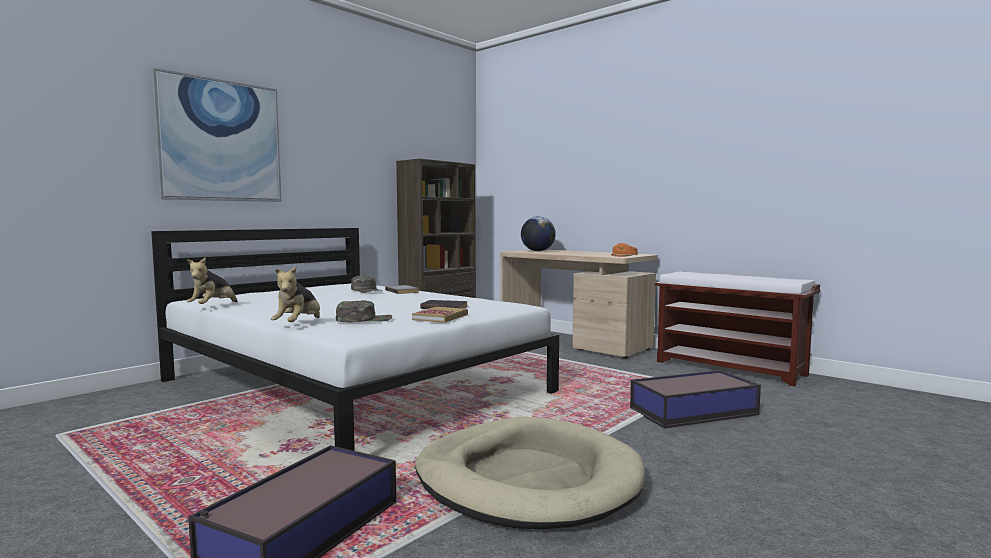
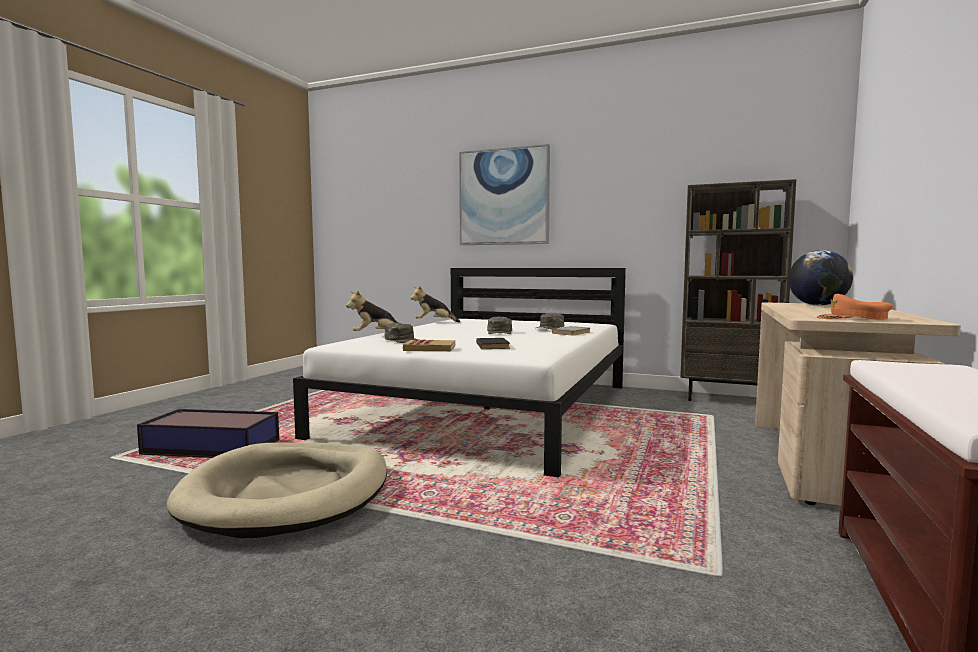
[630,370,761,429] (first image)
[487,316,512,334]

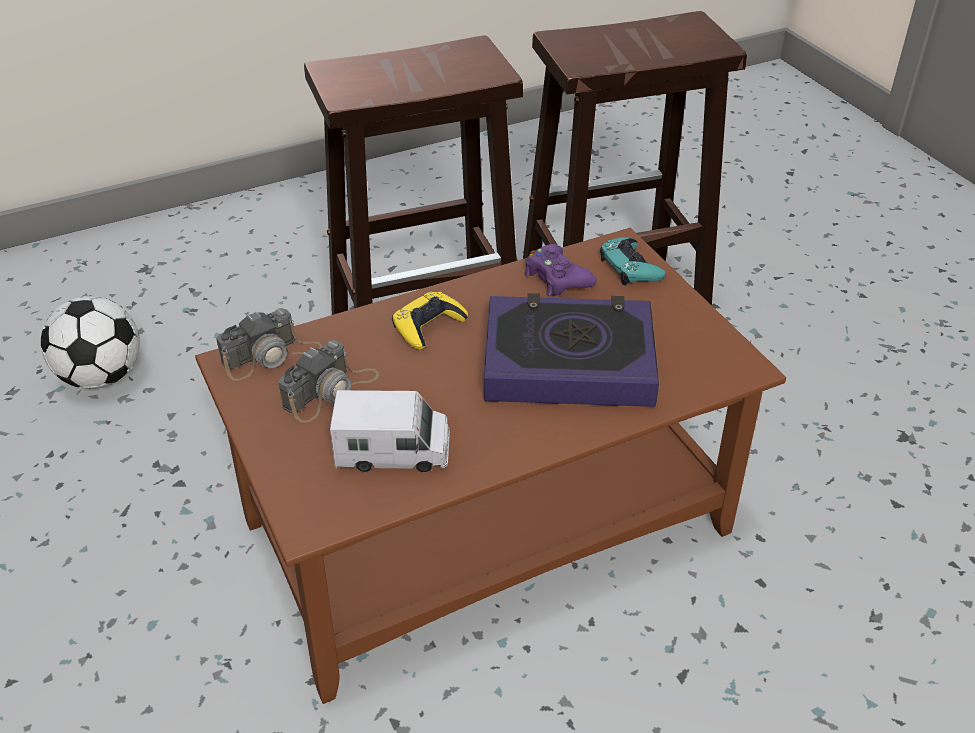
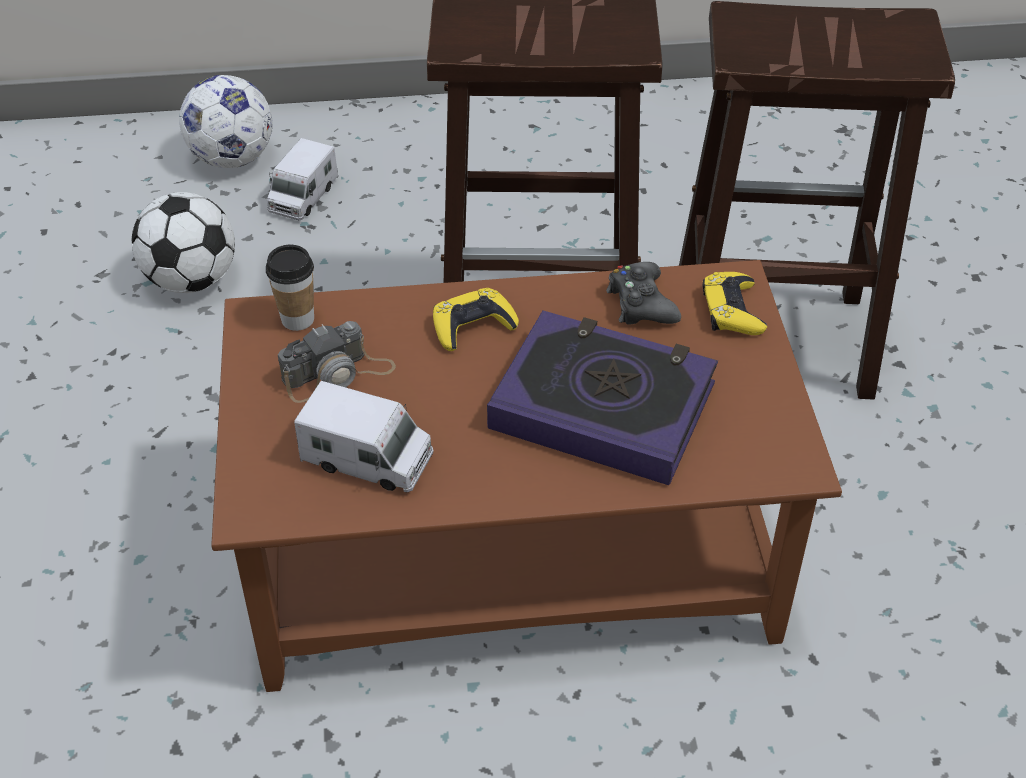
[703,272,767,335]
[606,262,681,325]
[266,245,314,331]
[179,75,273,168]
[267,138,338,220]

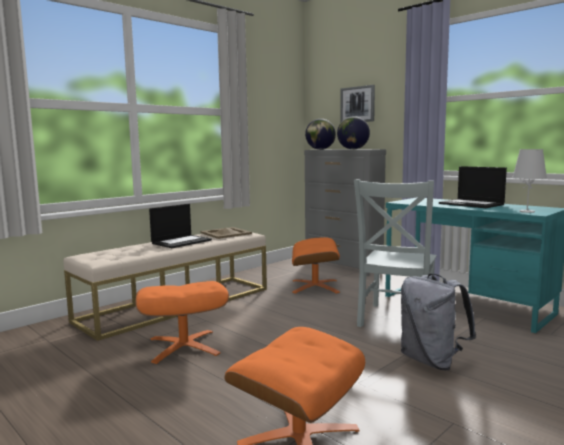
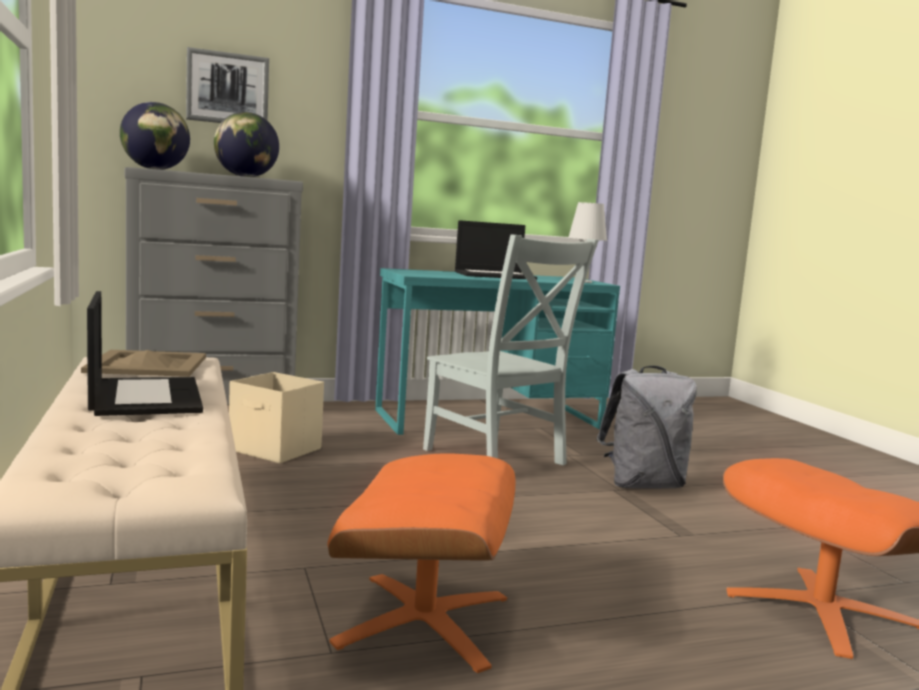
[229,372,324,464]

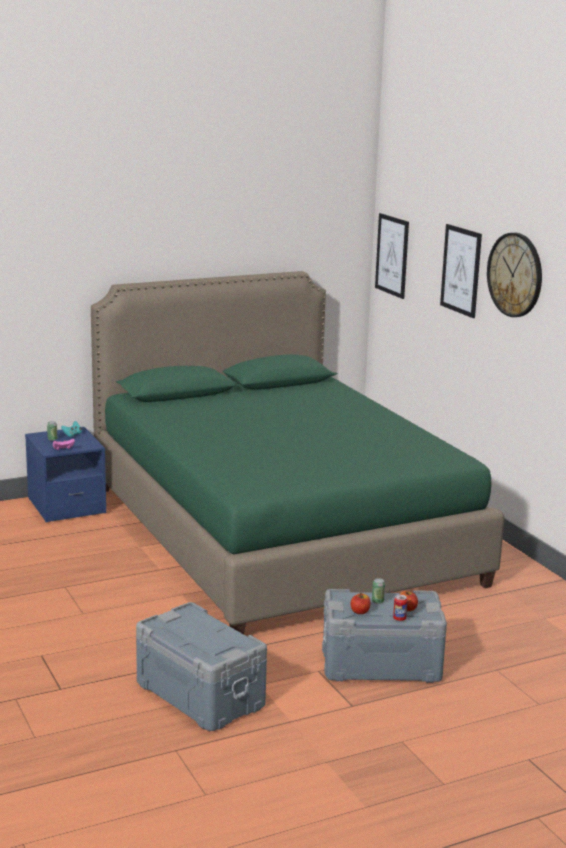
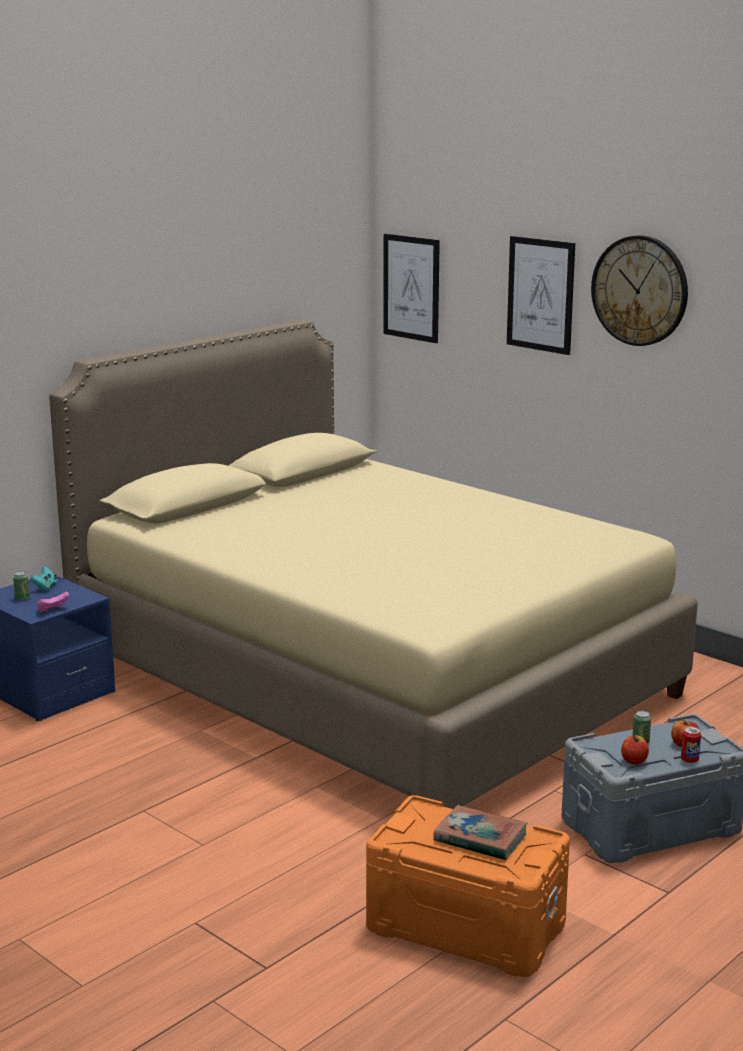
[49,320,698,809]
[366,795,570,977]
[433,805,528,860]

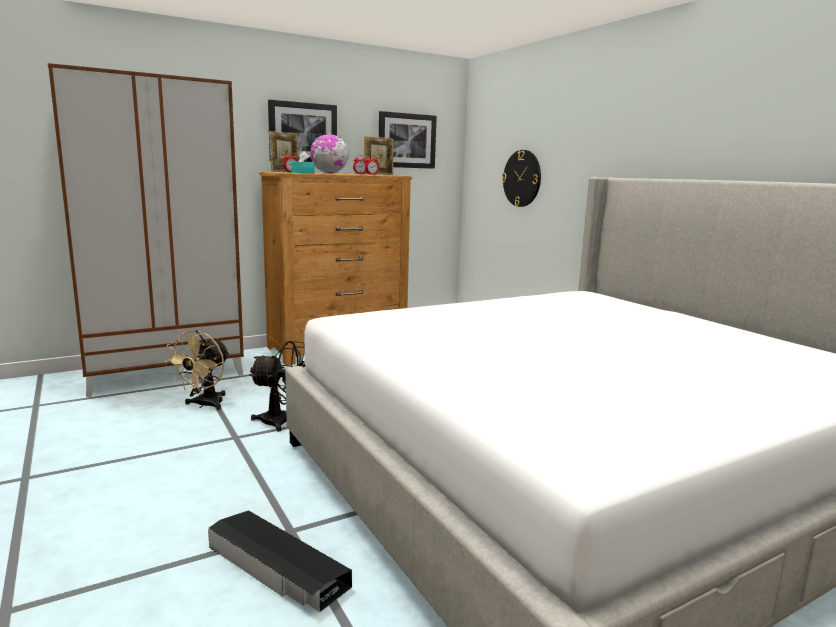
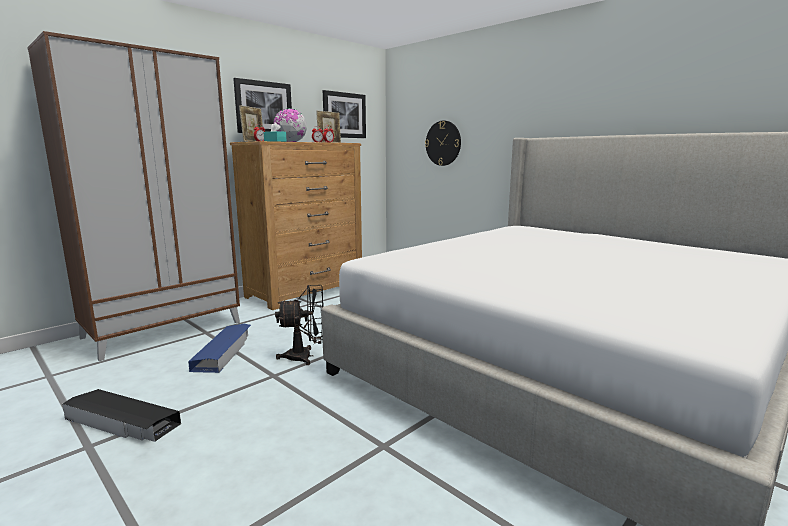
[188,324,251,373]
[62,389,181,442]

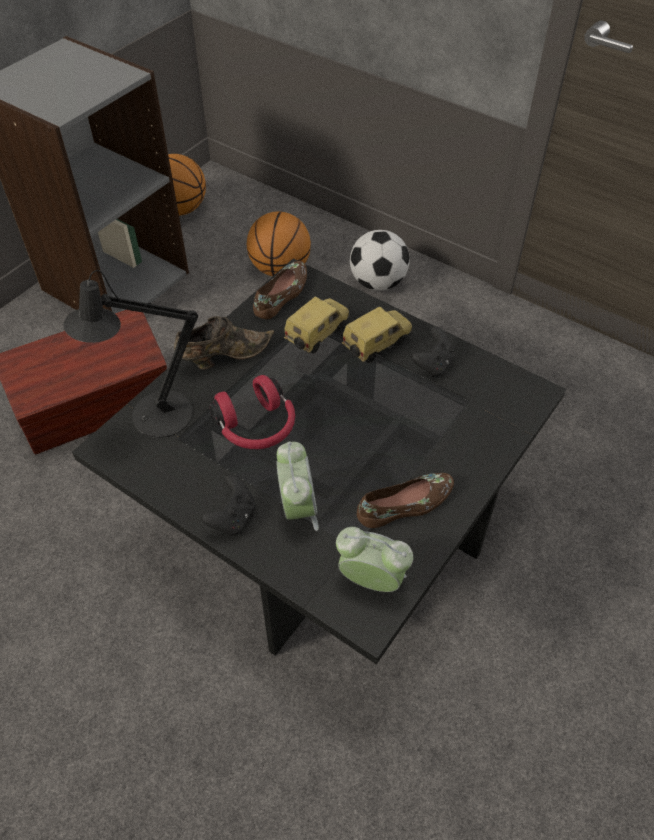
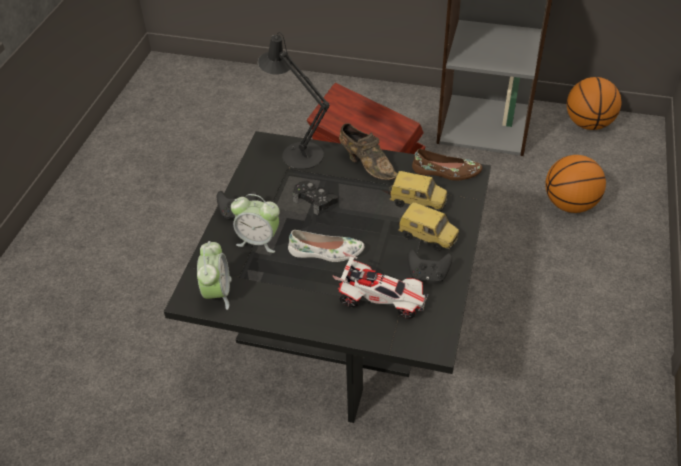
[350,230,410,291] (first image)
[292,181,338,215]
[231,194,280,253]
[357,473,454,528] (first image)
[288,230,365,262]
[333,252,428,319]

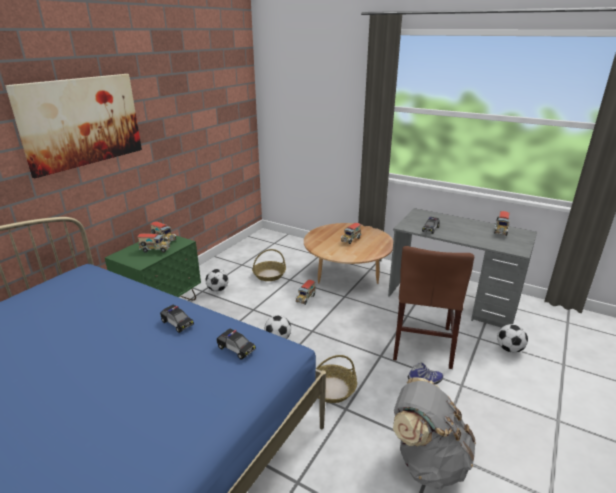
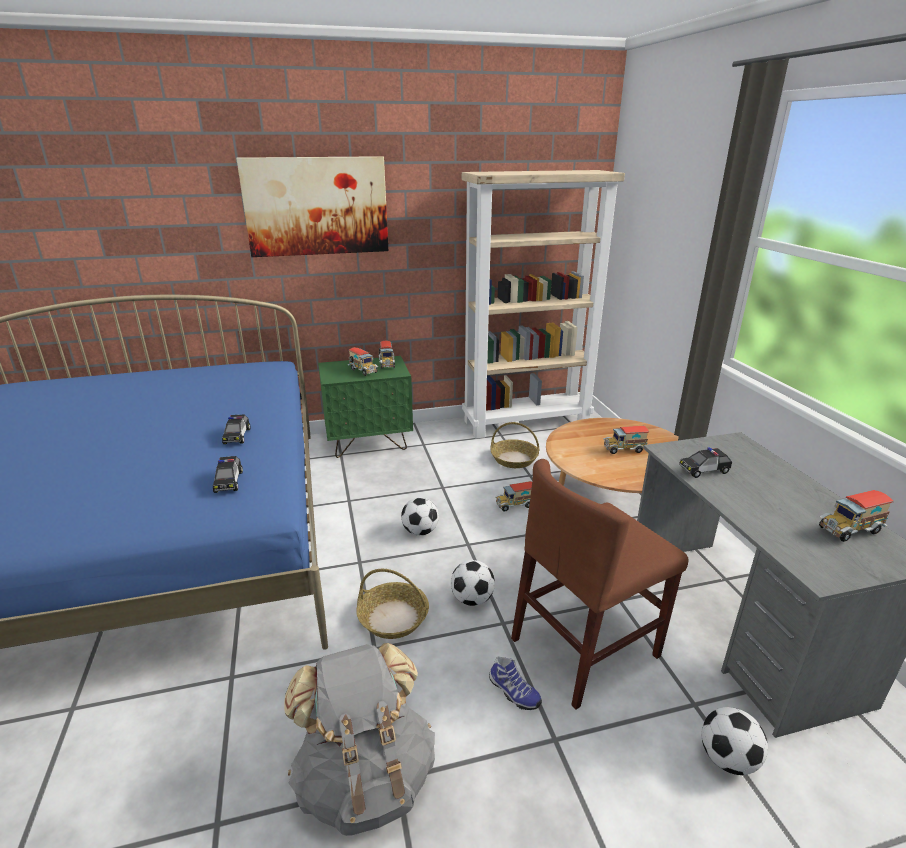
[451,560,495,606]
[462,170,625,439]

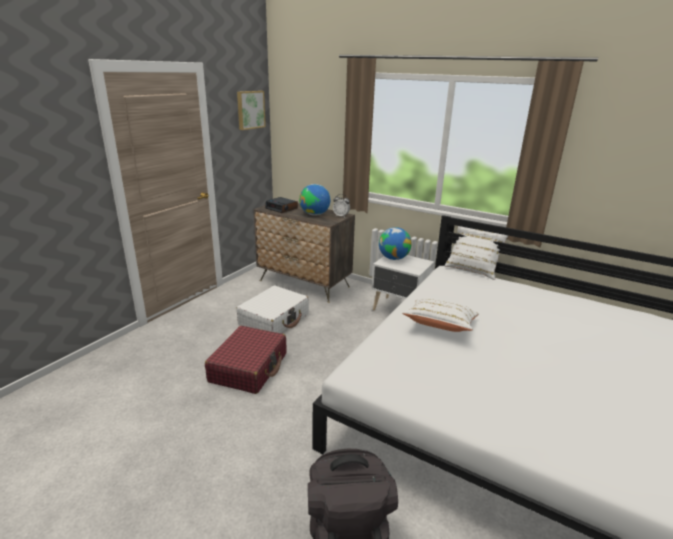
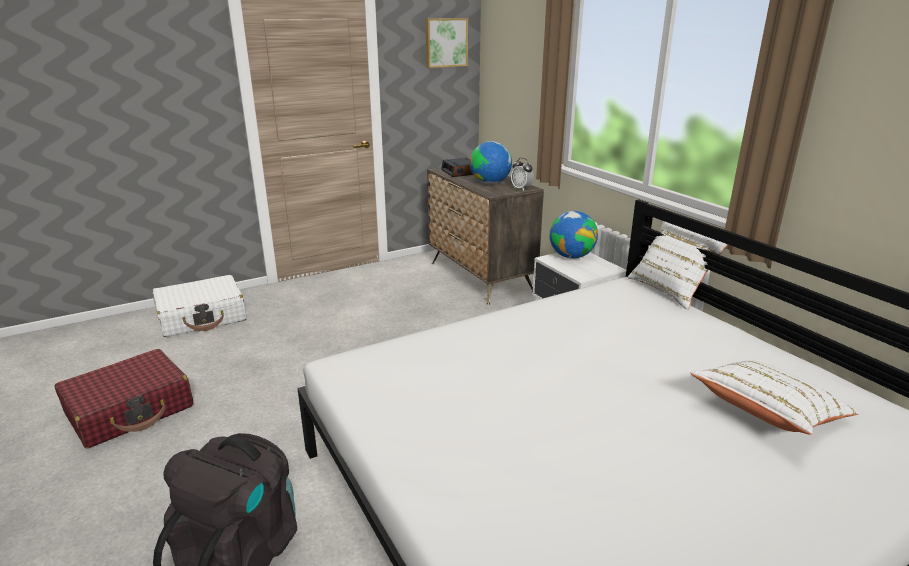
[152,275,247,337]
[690,360,859,435]
[54,349,193,448]

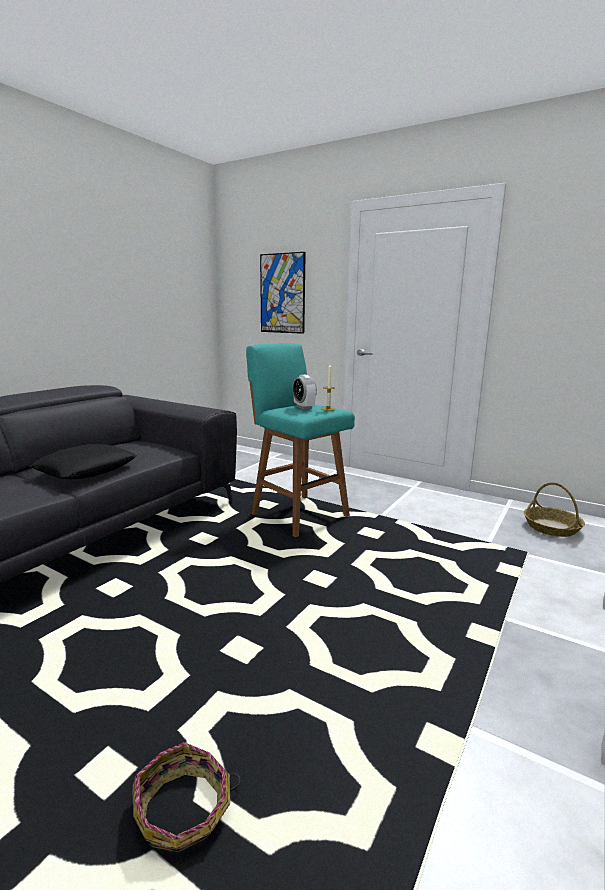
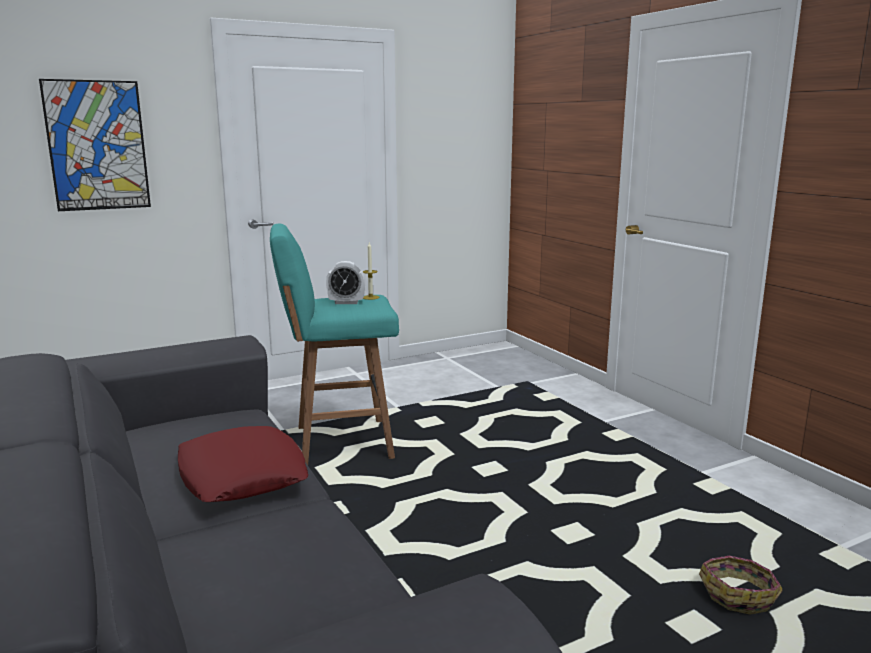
[178,426,309,502]
[524,482,585,537] (first image)

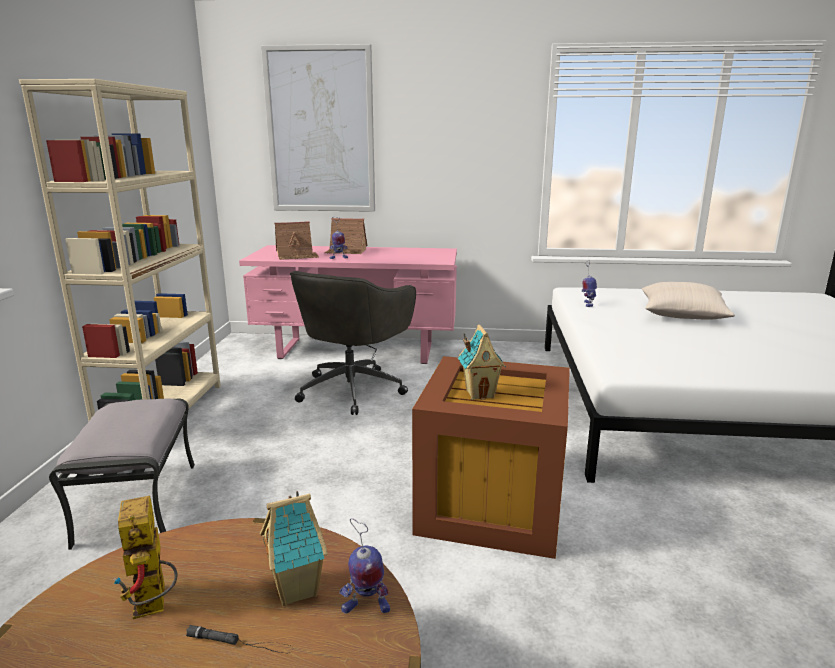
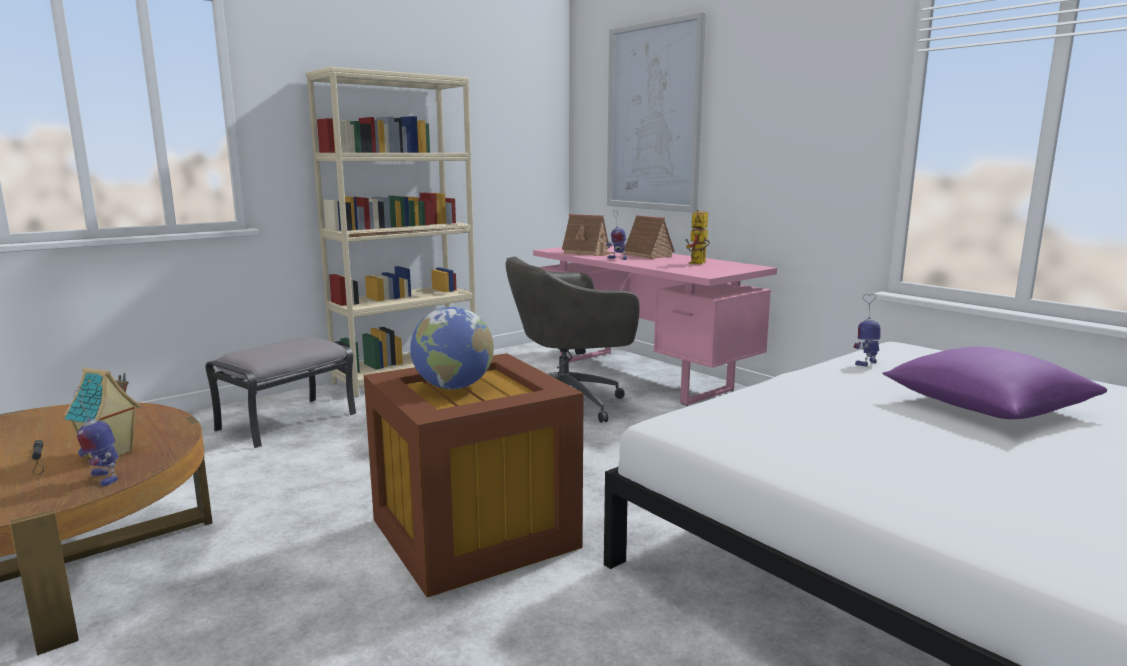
[882,347,1107,419]
[410,307,494,390]
[685,210,710,264]

